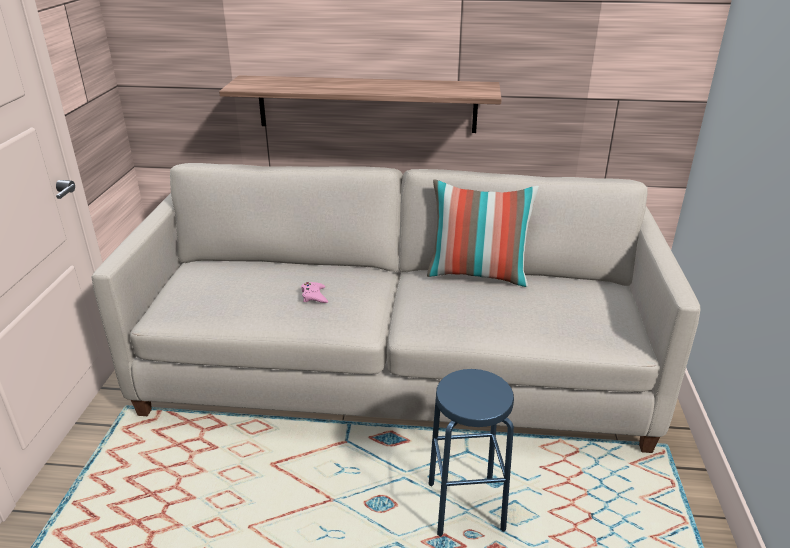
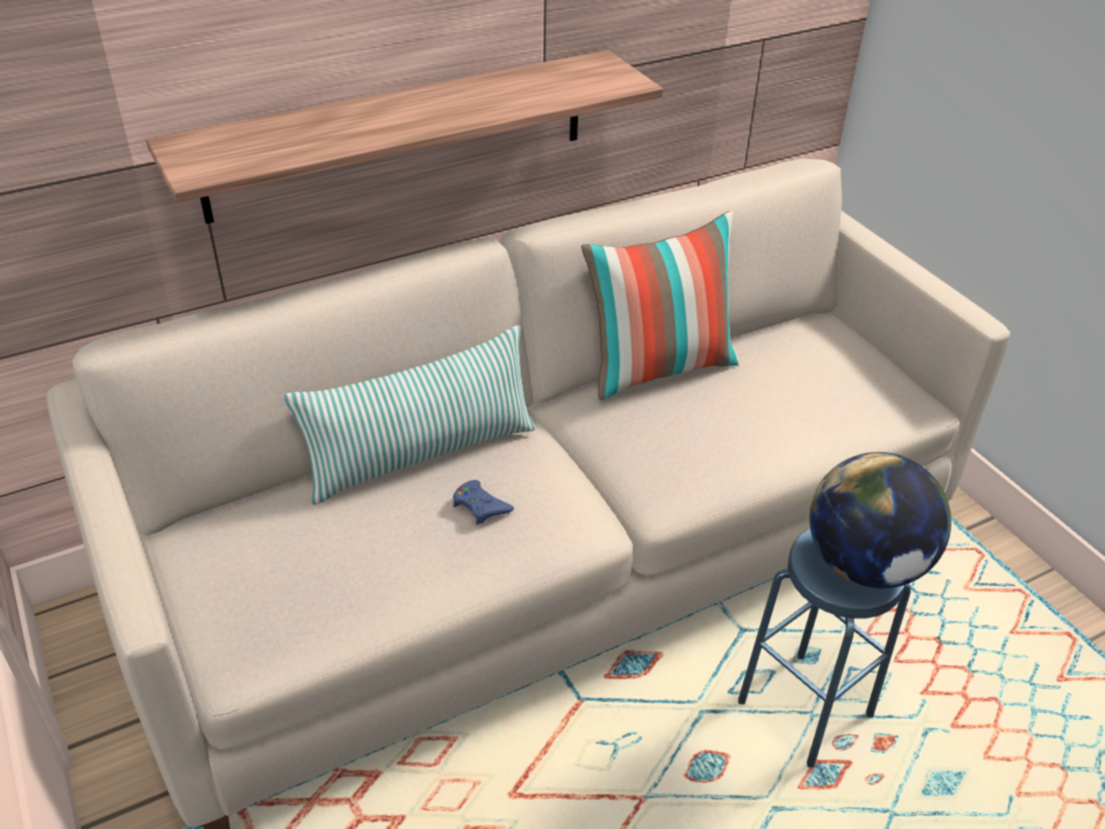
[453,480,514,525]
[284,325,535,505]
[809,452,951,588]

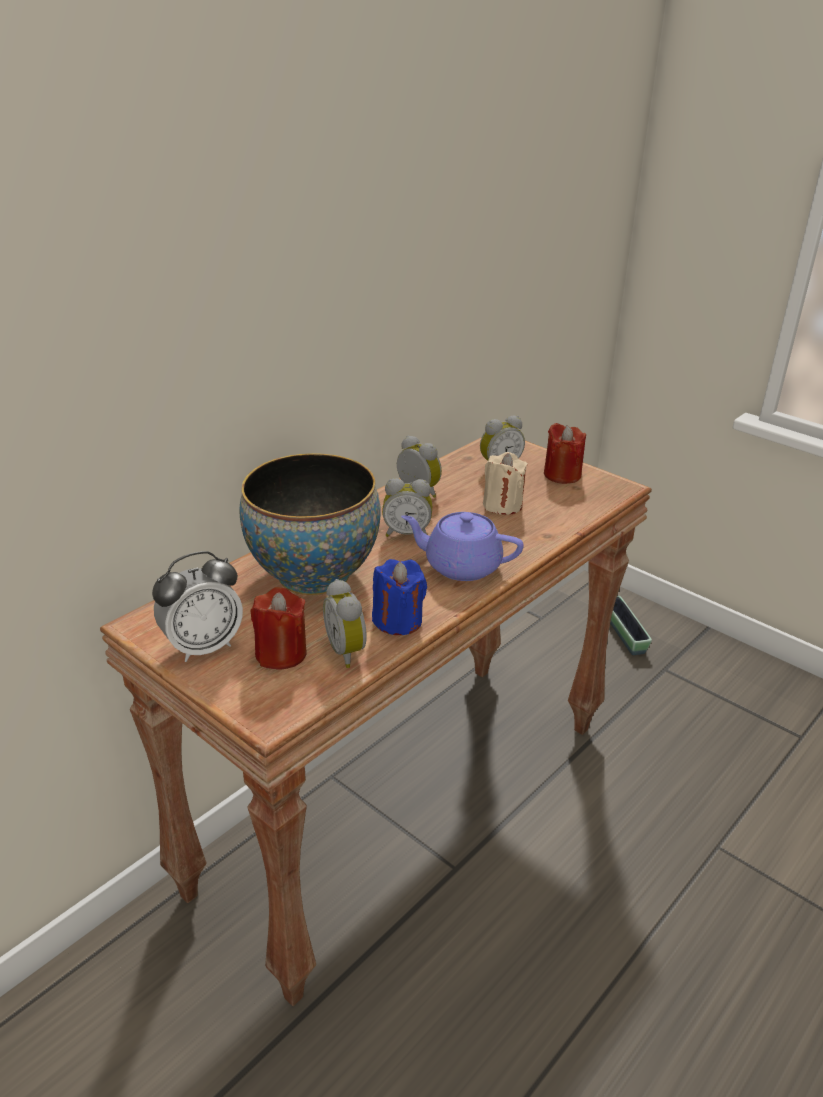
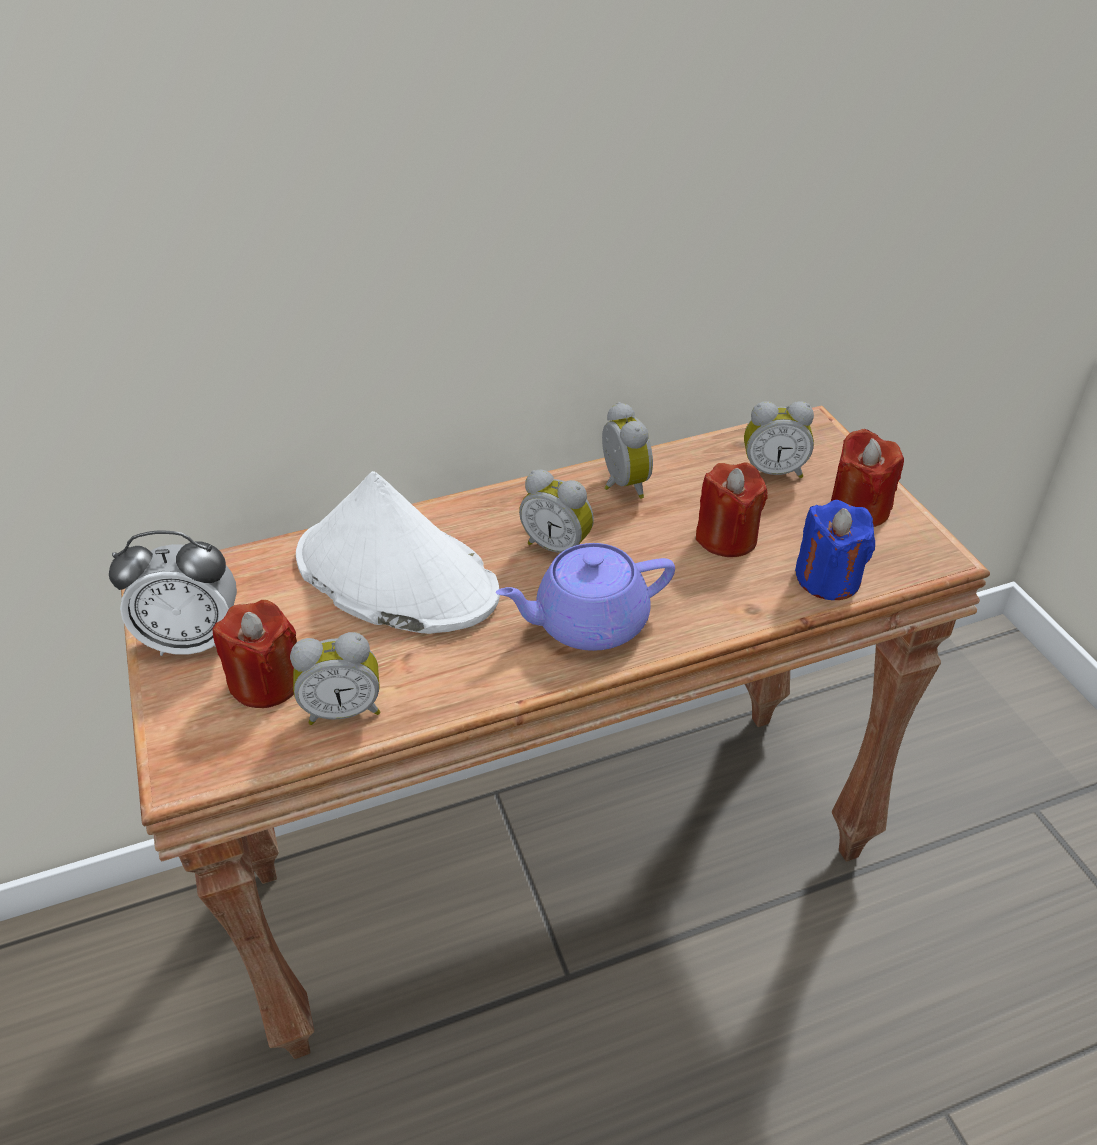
[696,463,768,557]
[296,471,500,634]
[496,543,675,651]
[795,500,875,600]
[290,632,380,725]
[610,596,652,655] (first image)

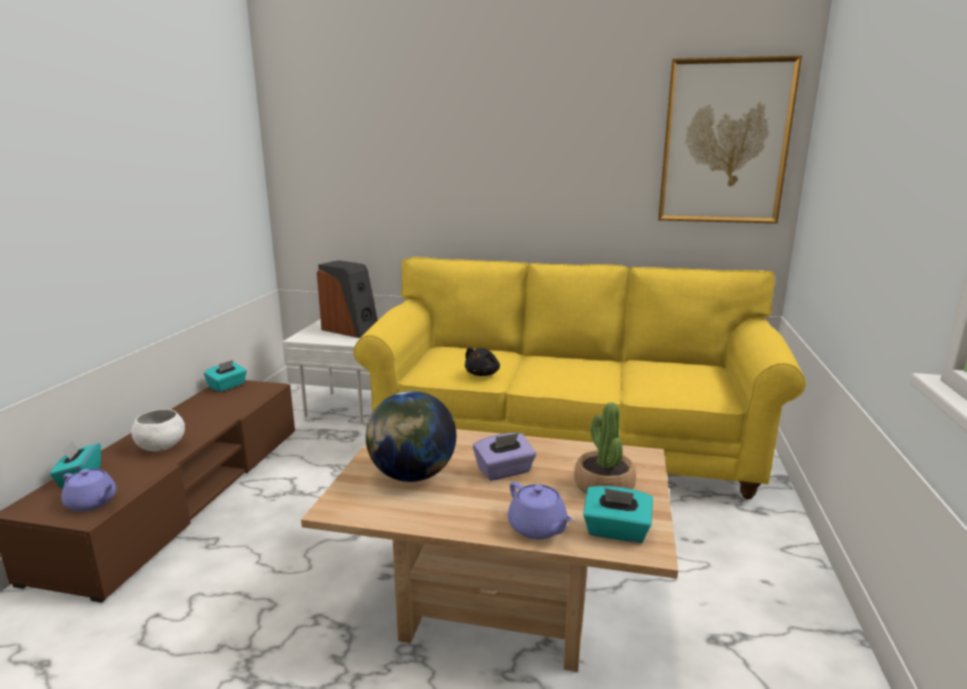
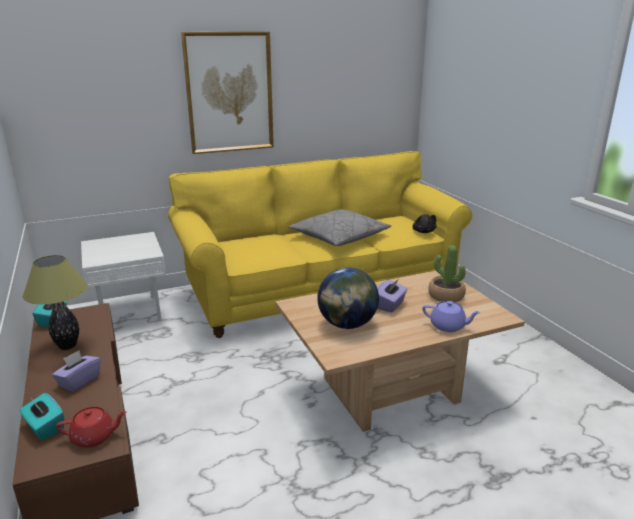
[181,32,274,154]
[317,260,378,338] (first image)
[412,214,436,233]
[52,351,100,392]
[56,407,127,448]
[583,486,653,543] (first image)
[289,209,391,246]
[23,255,88,350]

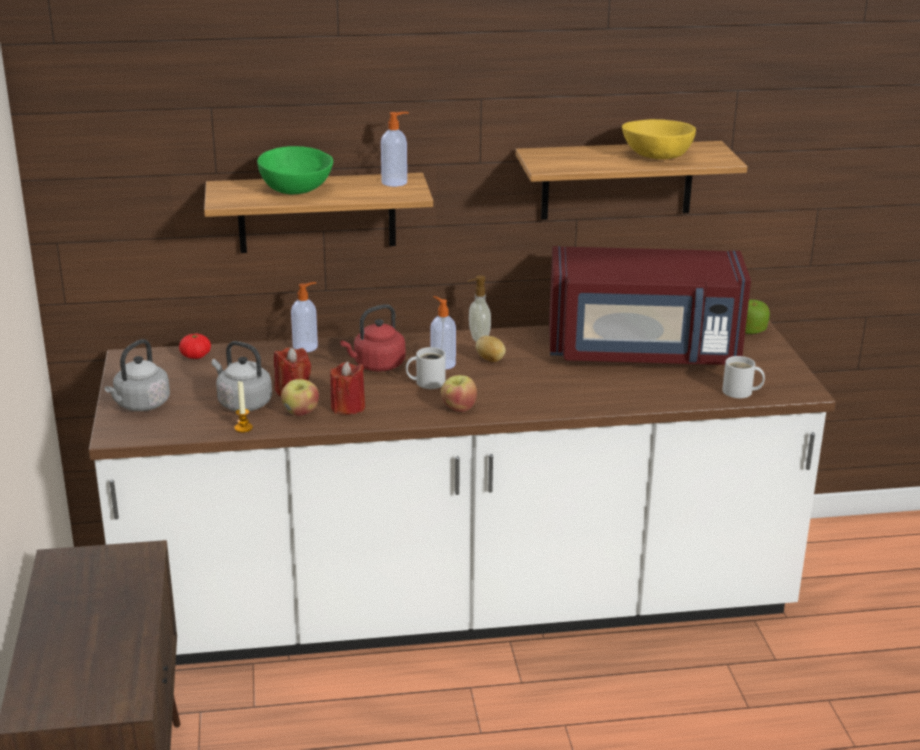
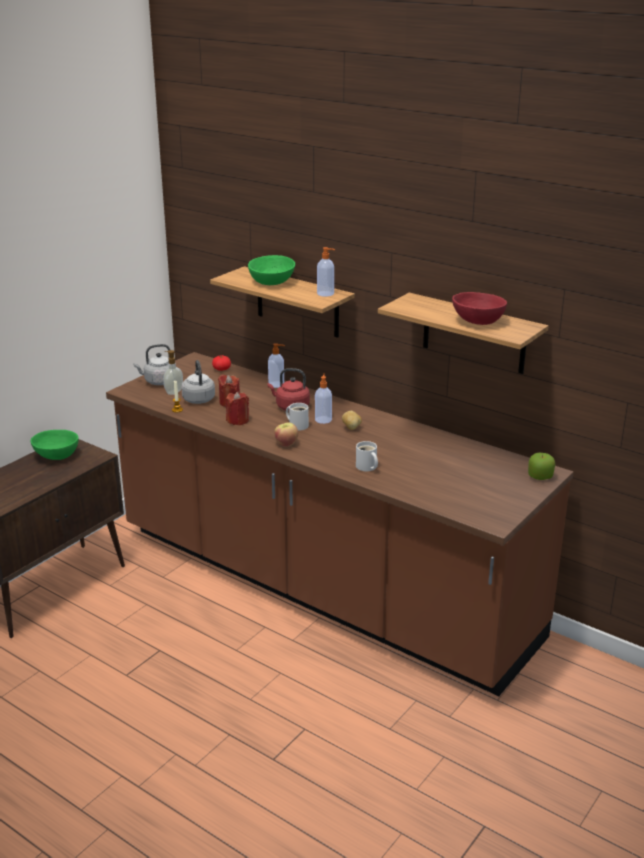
[452,292,507,325]
[549,246,751,365] (first image)
[163,350,183,395]
[106,352,574,696]
[356,441,378,471]
[281,379,319,416] (first image)
[31,430,79,460]

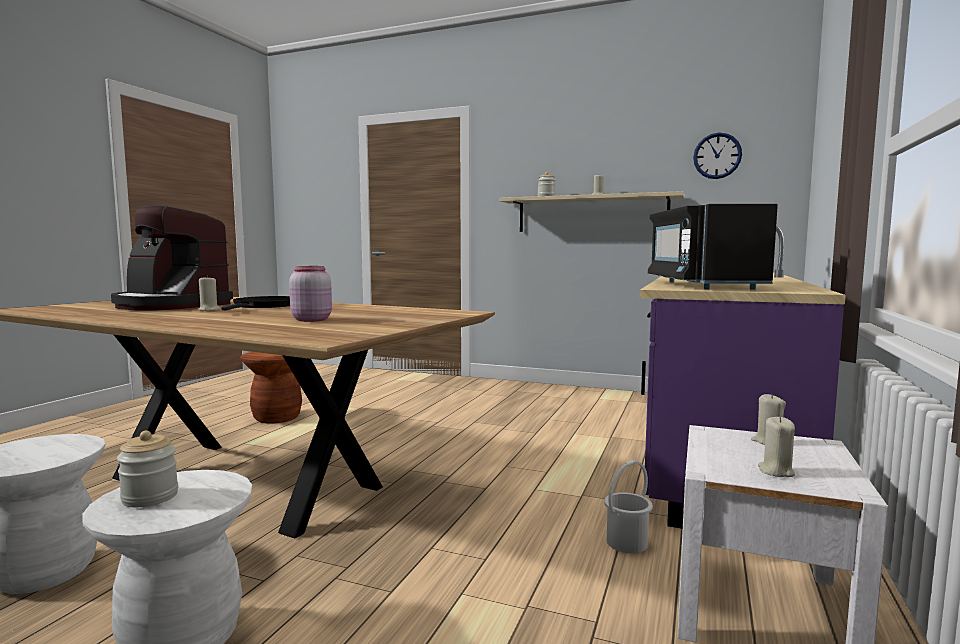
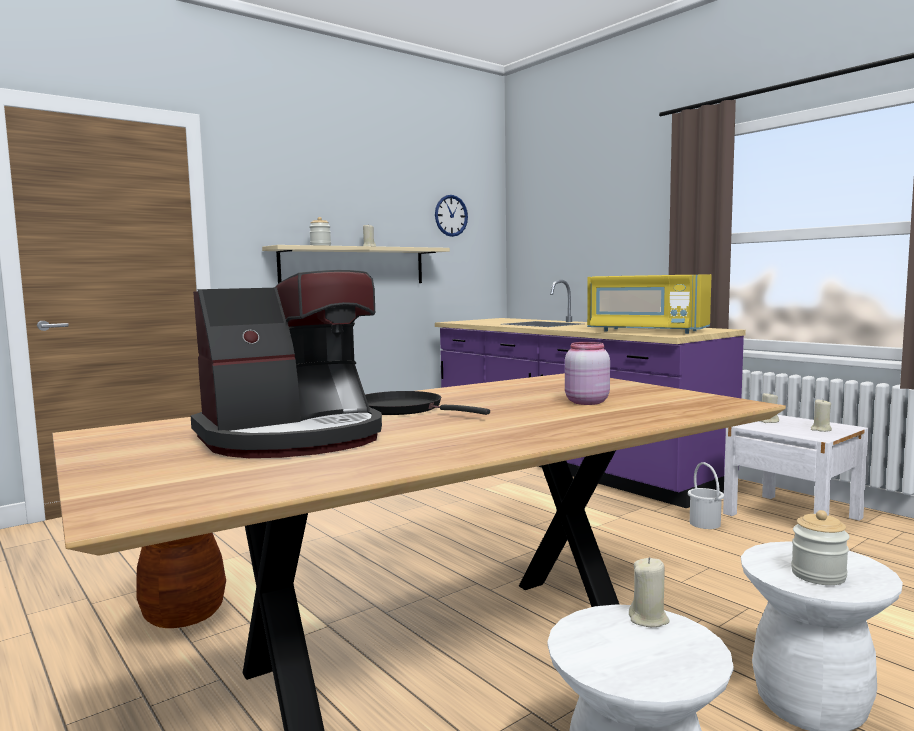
[587,274,711,334]
[629,557,669,627]

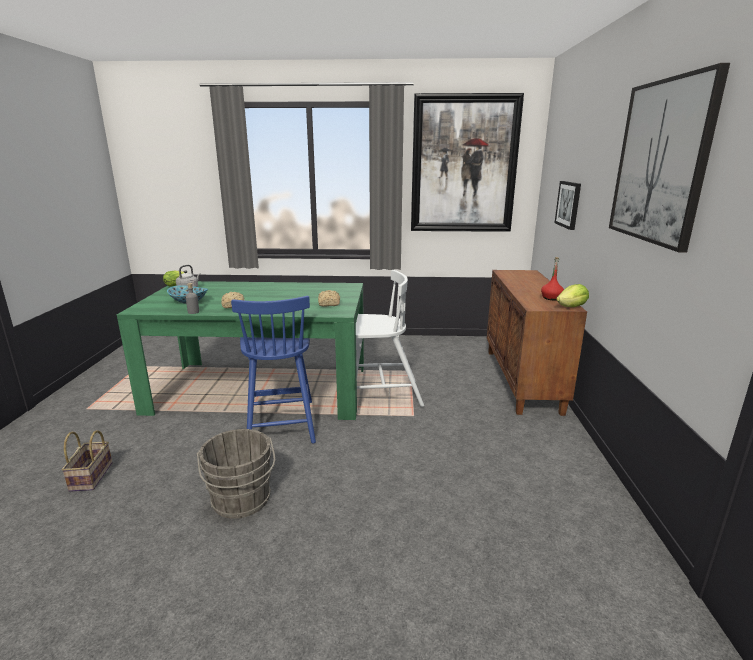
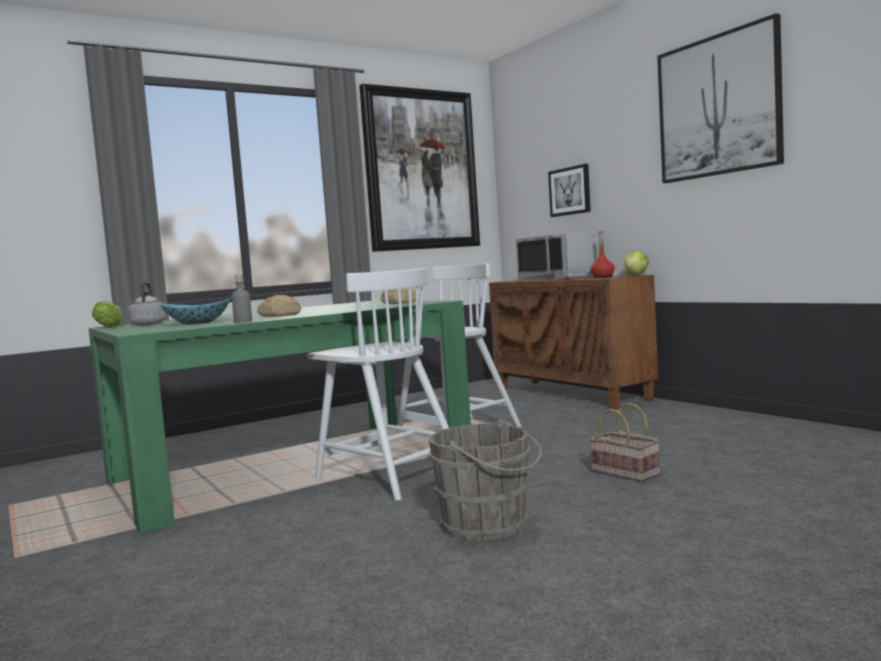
[307,268,449,501]
[590,403,660,482]
[516,232,599,280]

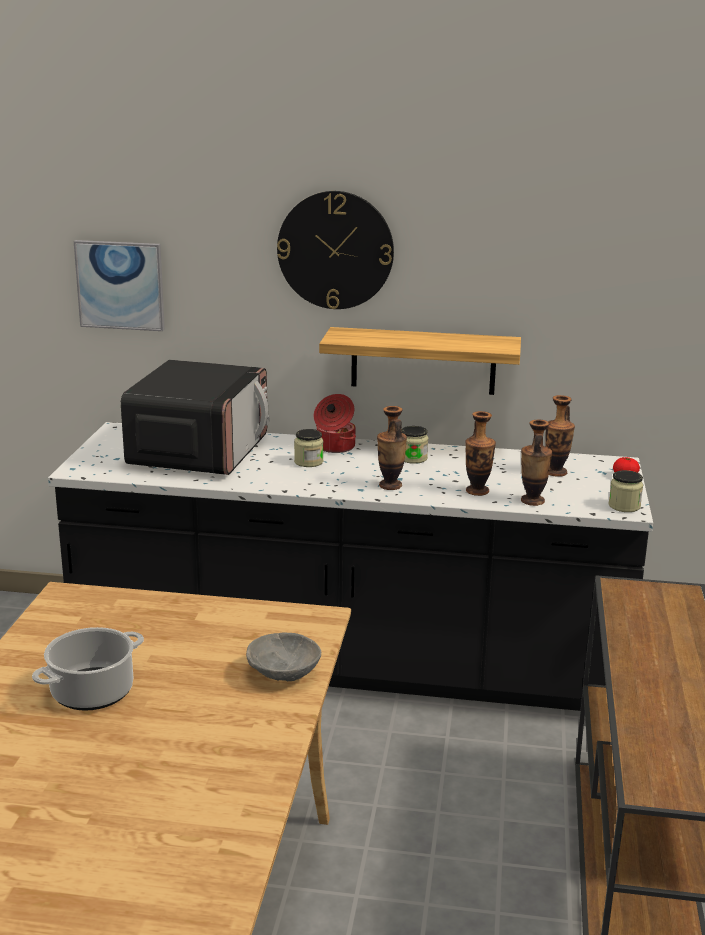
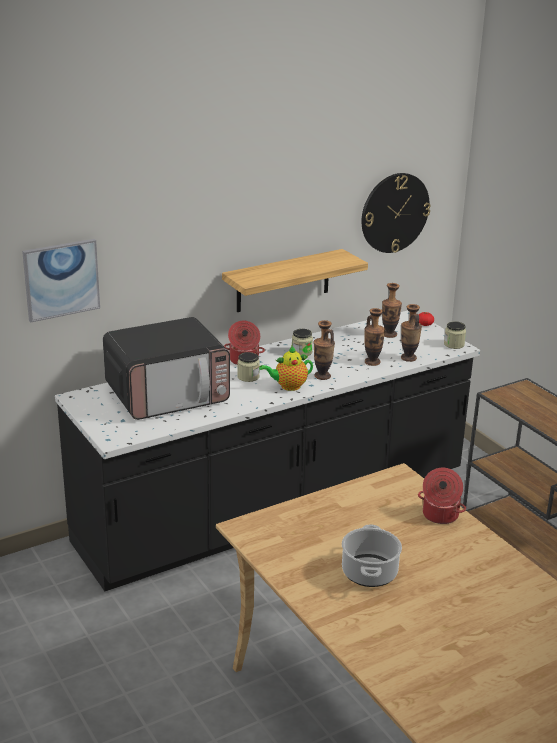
[362,173,431,253]
[103,317,230,420]
[418,468,466,524]
[259,346,313,391]

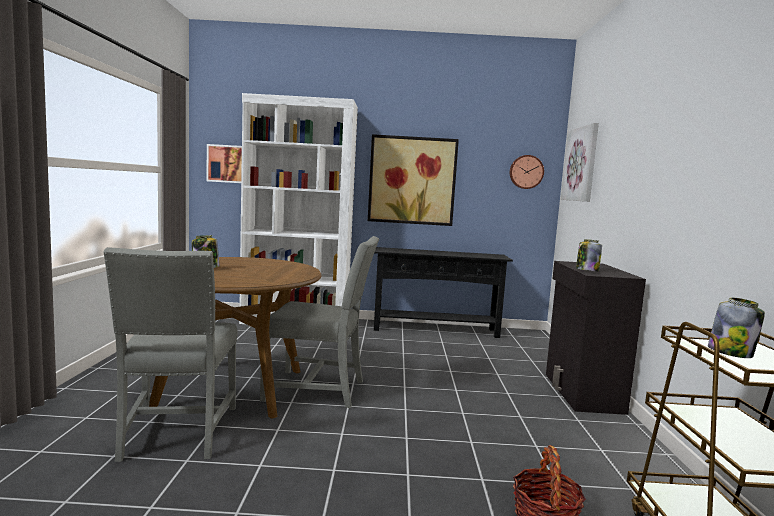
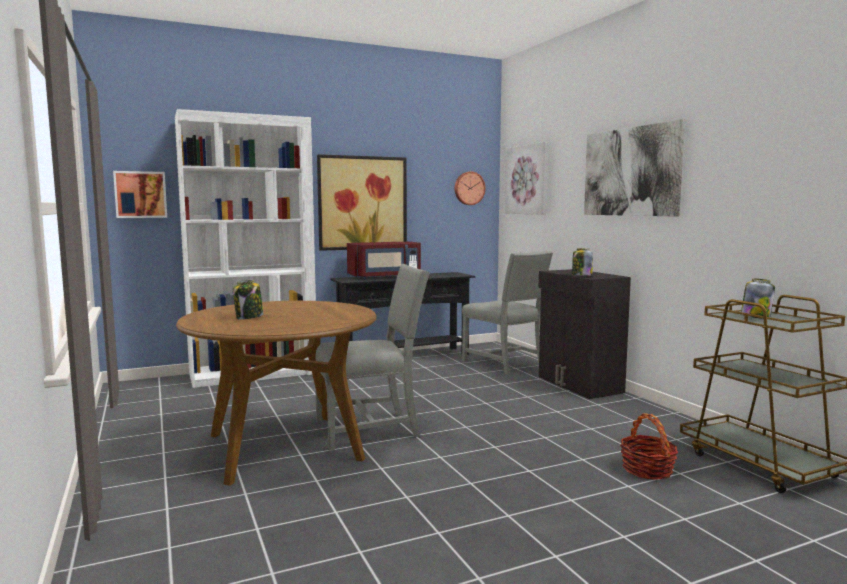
[462,251,553,375]
[584,119,685,217]
[347,241,421,280]

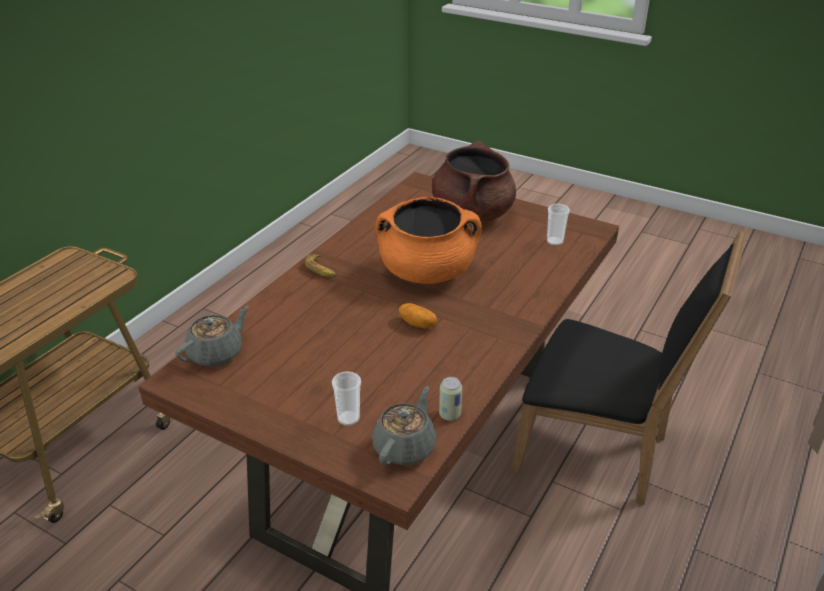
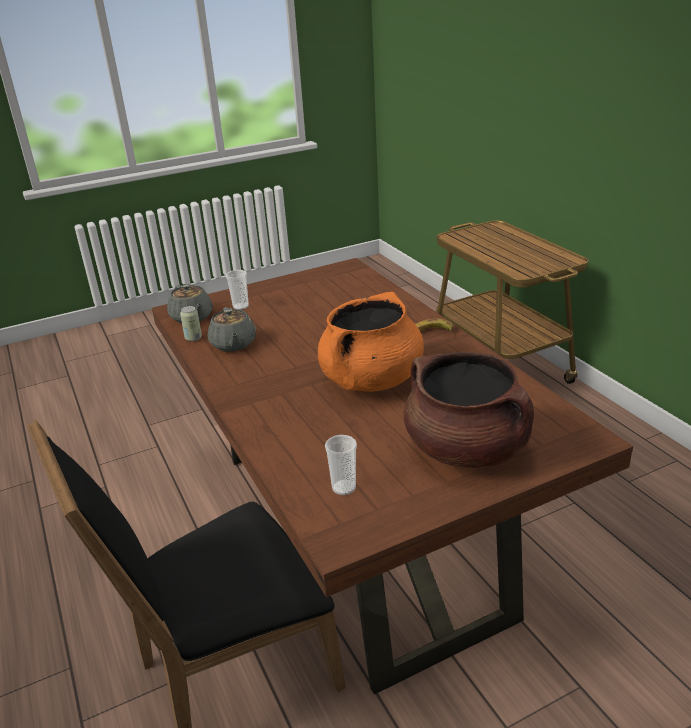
[399,303,437,329] (first image)
[208,307,256,352]

